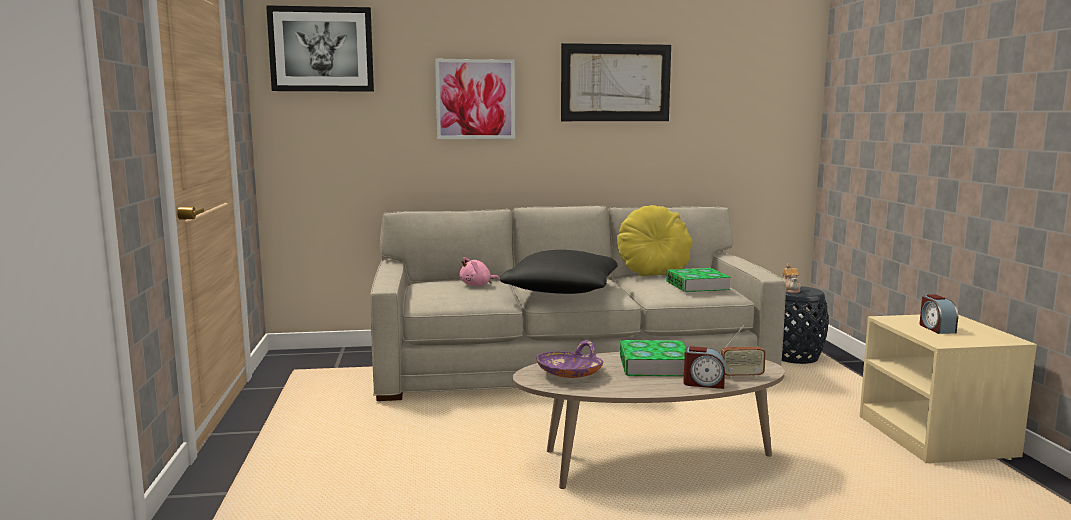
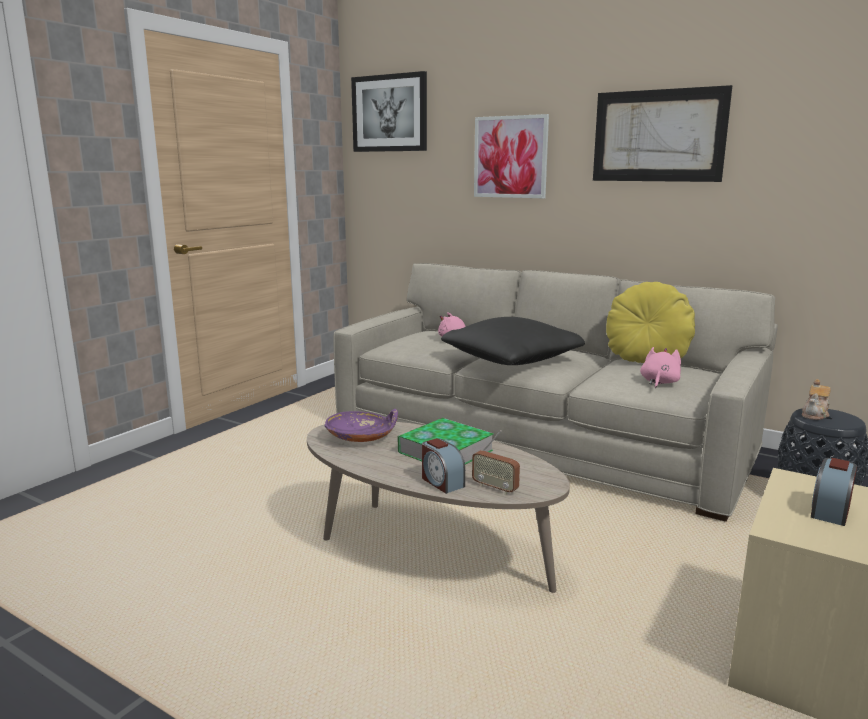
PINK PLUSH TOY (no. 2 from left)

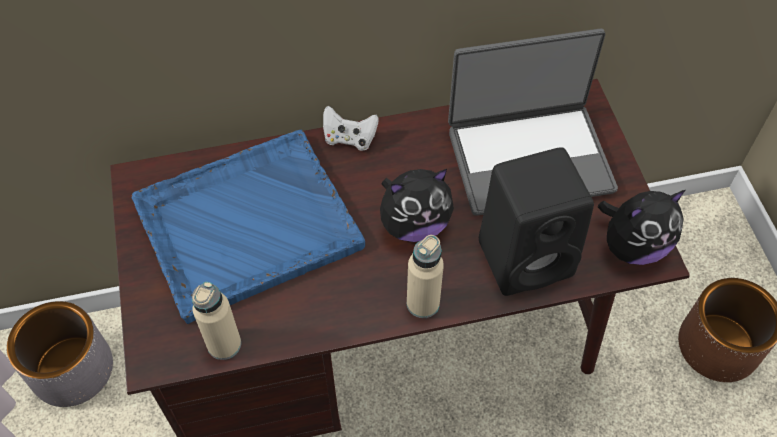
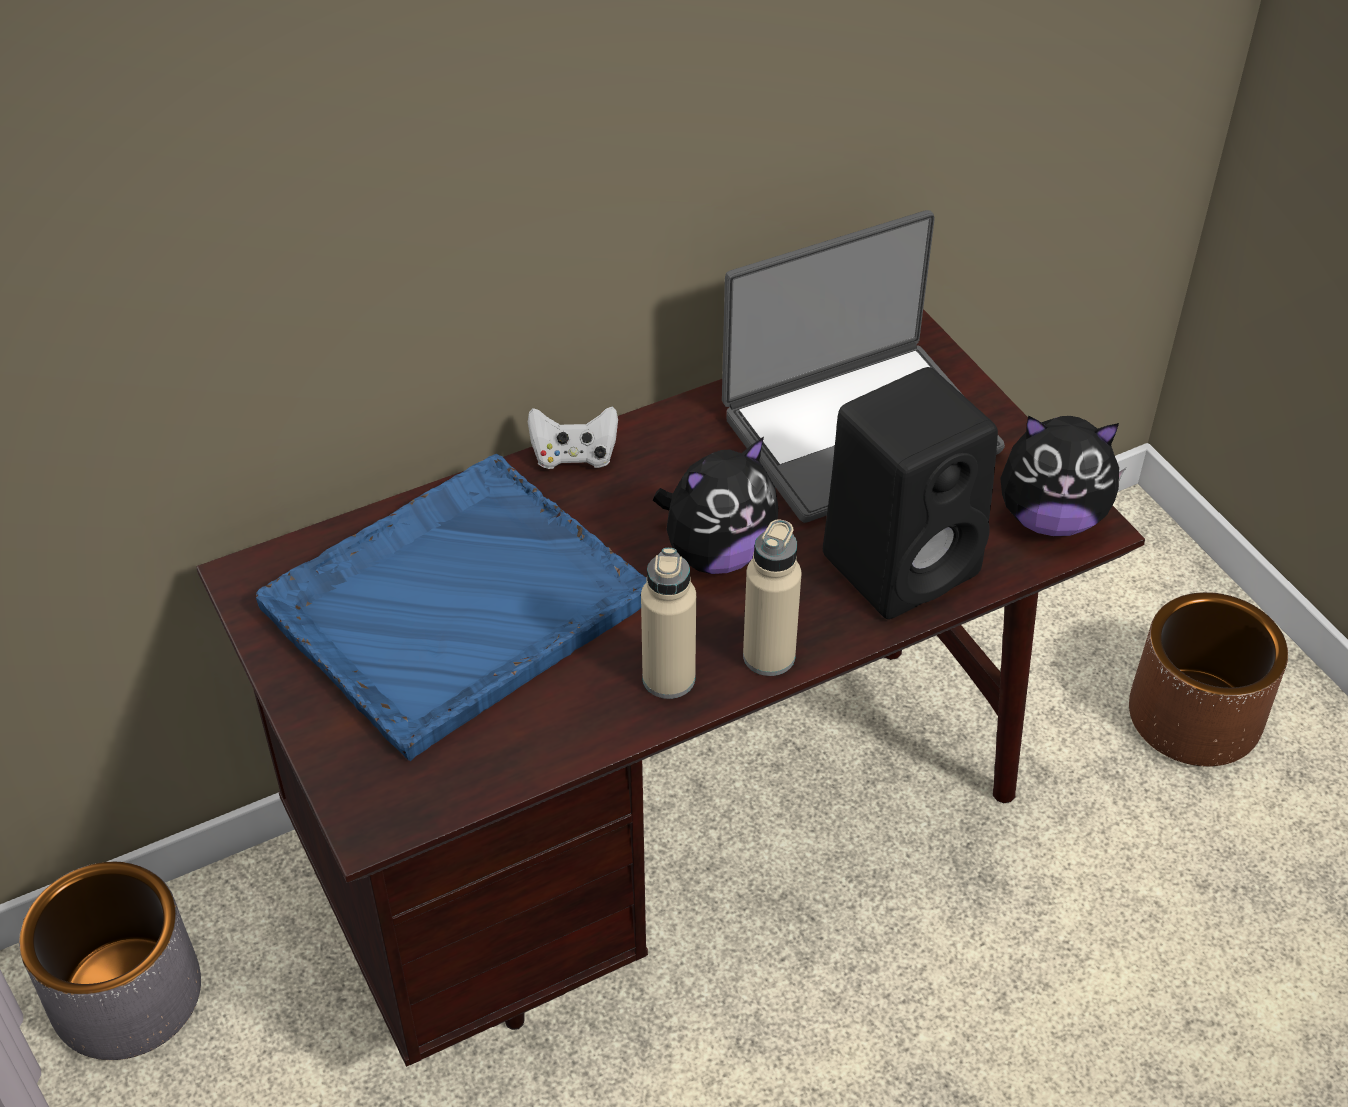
PLUSH TOY (no. 2 from left); BEIGE BEVERAGE BOTTLE (no. 1 from left)

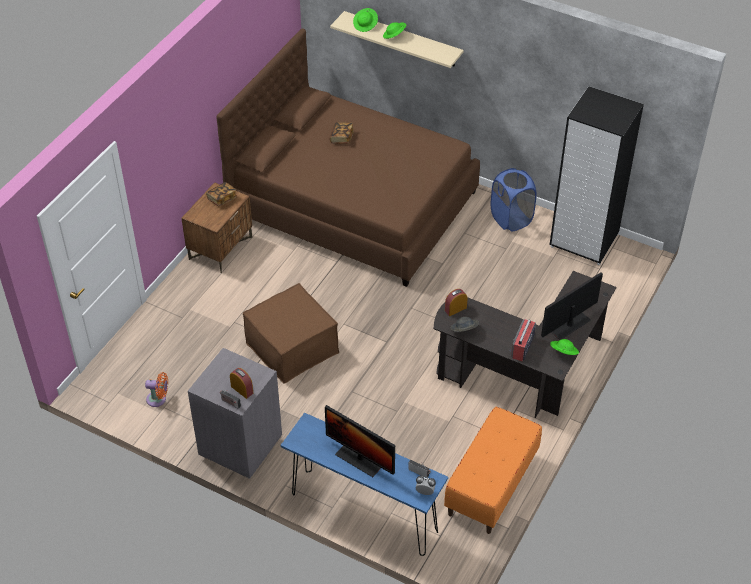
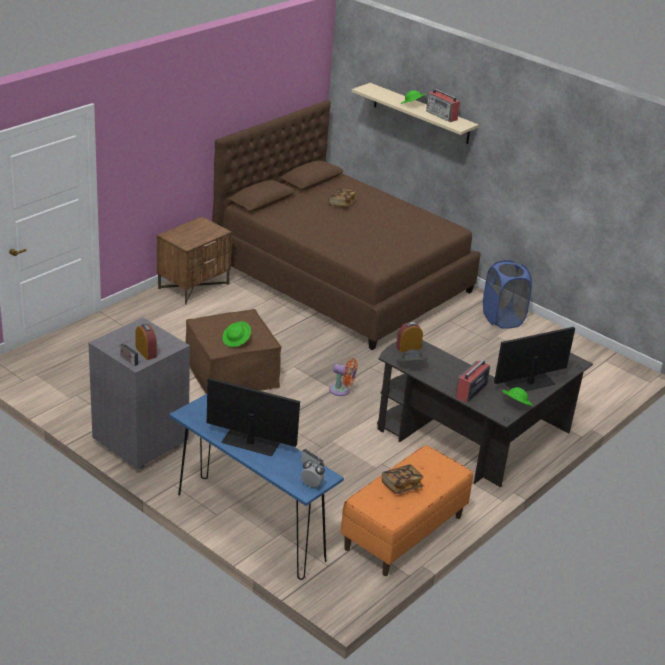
GREENISH HAT (no. 1 from left); ARMOIRE; BOUND BOOK (no. 2 from left); ORANGE-COLOURED COOLING FAN; MONITOR (no. 1 from left); RADIO RECEIVER (no. 3 from left)

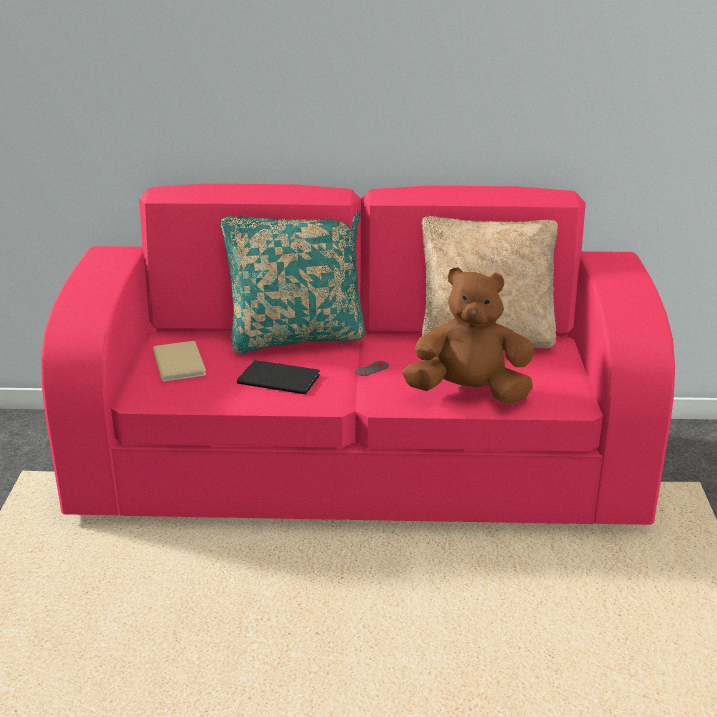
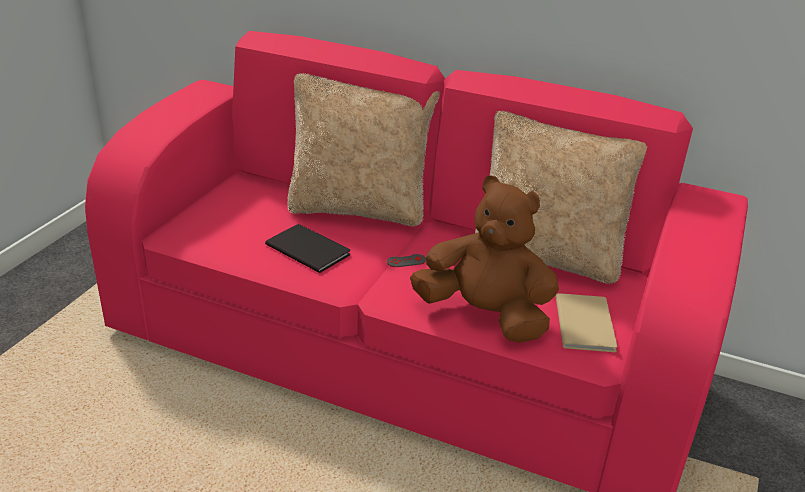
BEIGE PILLOW (no. 1 from left); BEIGE BOUND BOOK

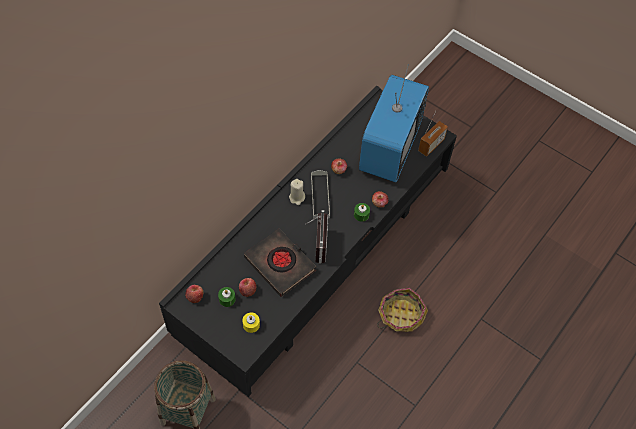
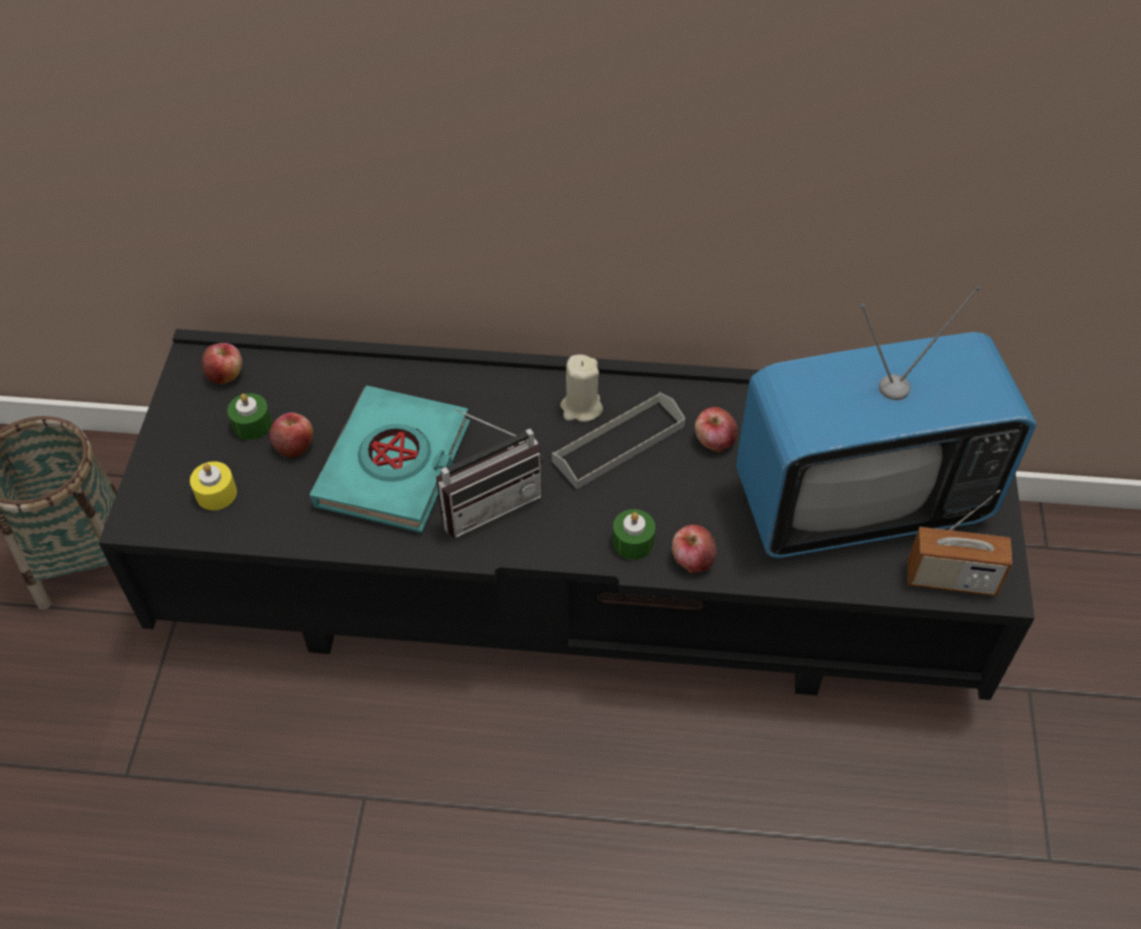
TURQUOISE-COLOURED BOUND BOOK; HOUSEHOLD BASKET (no. 2 from left in the first image)

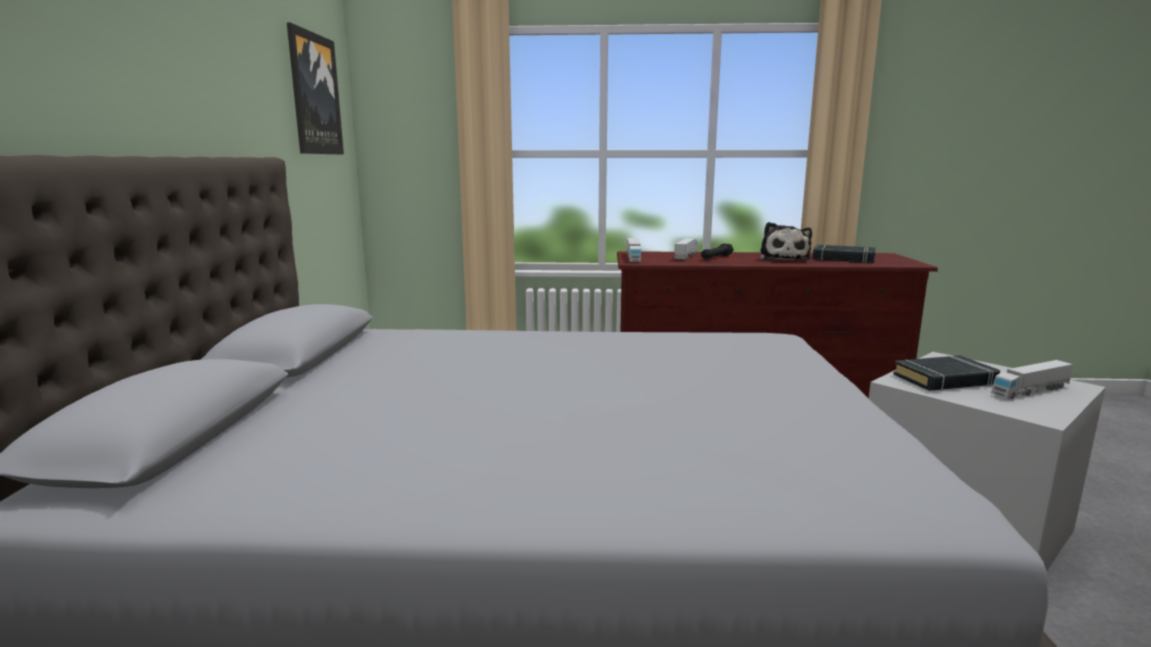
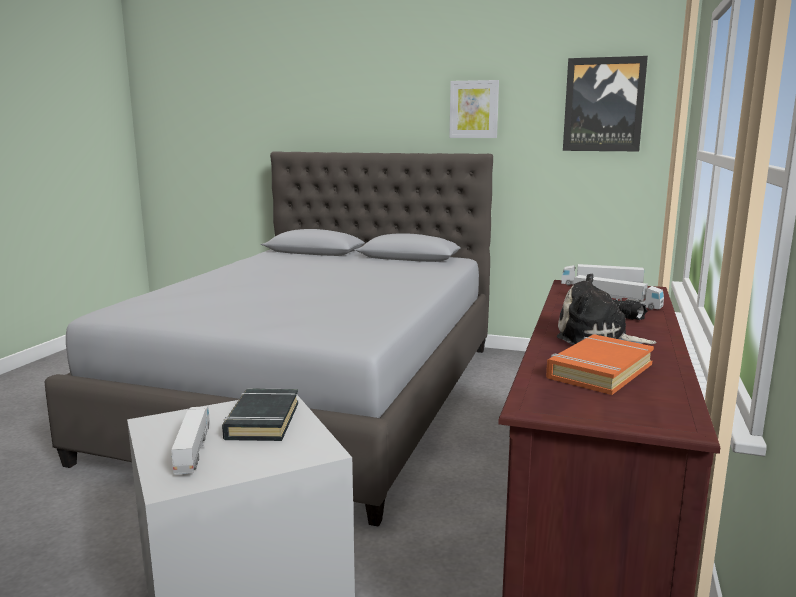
ORANGE-COLOURED BOUND BOOK; PICTURE (no. 1 from left)

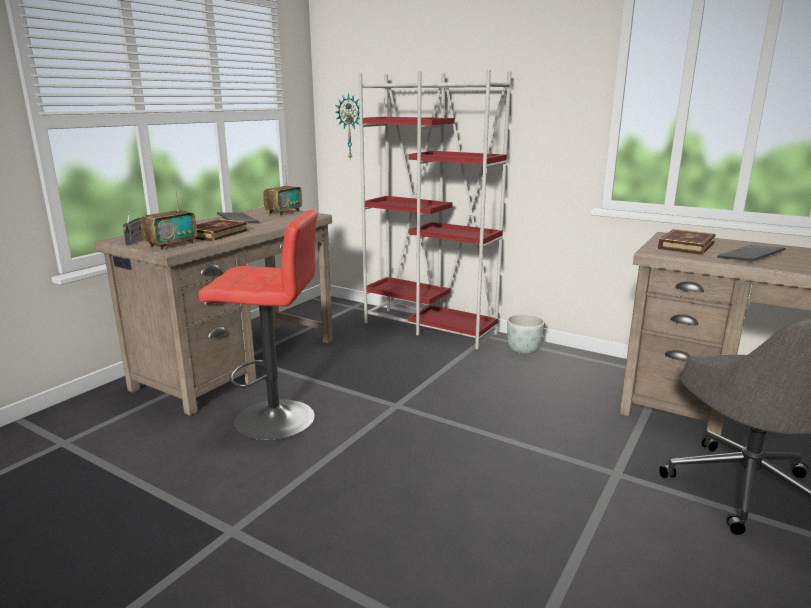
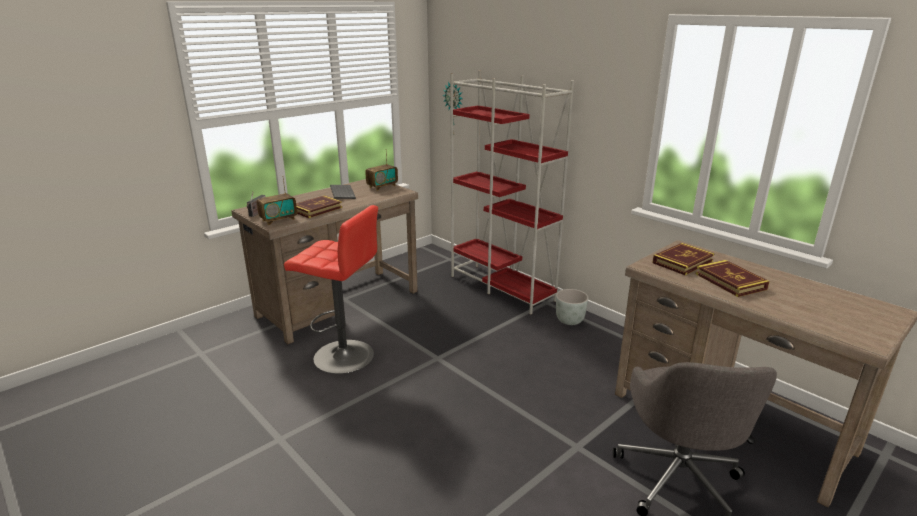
BOUND BOOK (no. 3 from left)

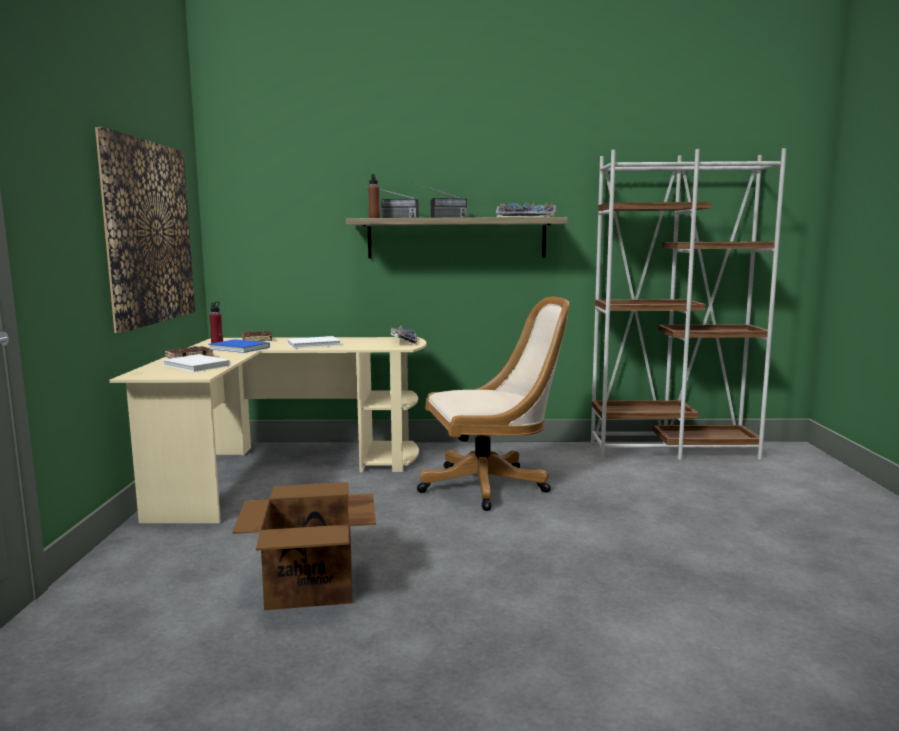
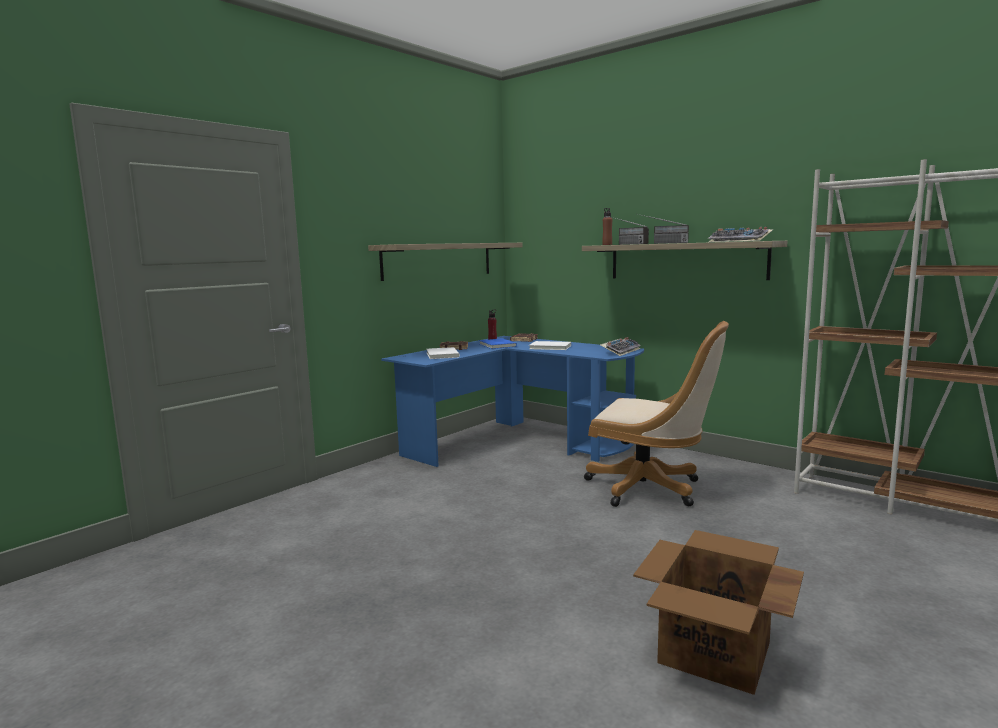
BRACKET SHELF (no. 1 from left); BLUE-COLOURED DESK TABLE; CARTON

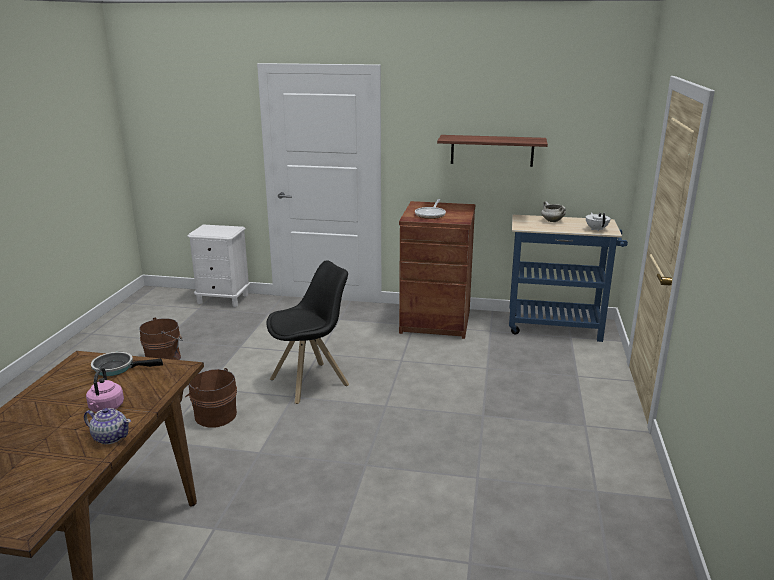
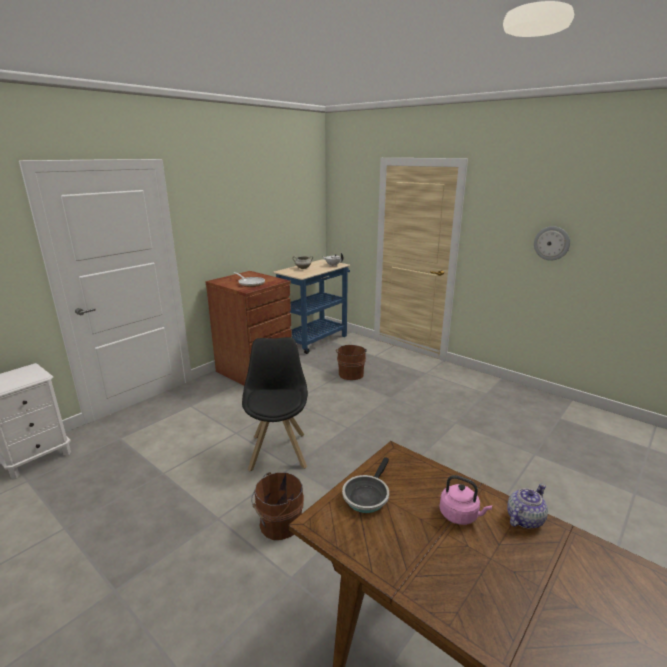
BRACKET SHELF; BROWN PAIL (no. 2 from left); WALL CLOCK

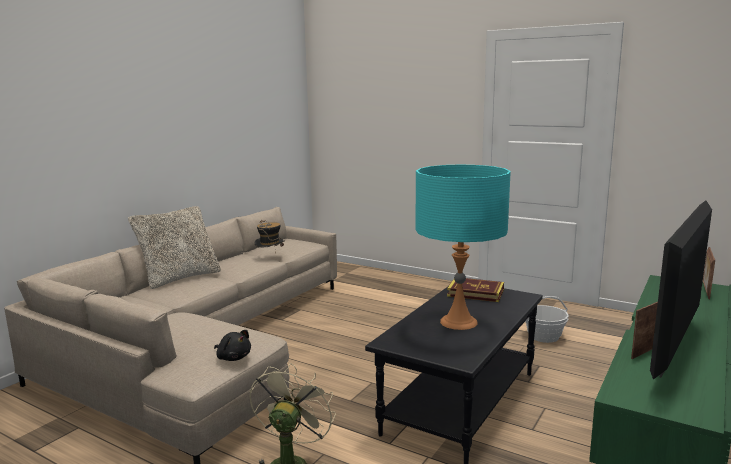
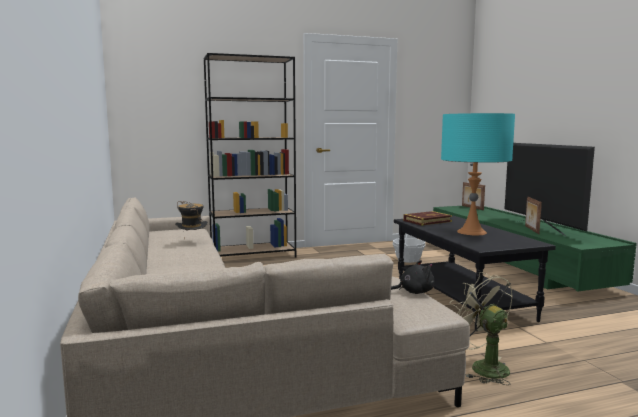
BEIGE PILLOW; BEIGE BOOKCASE

